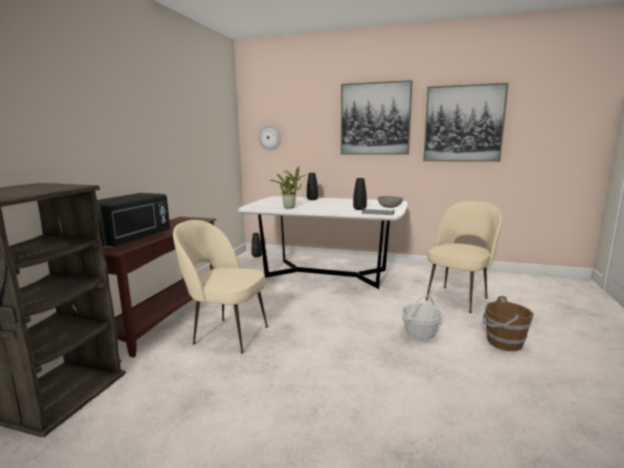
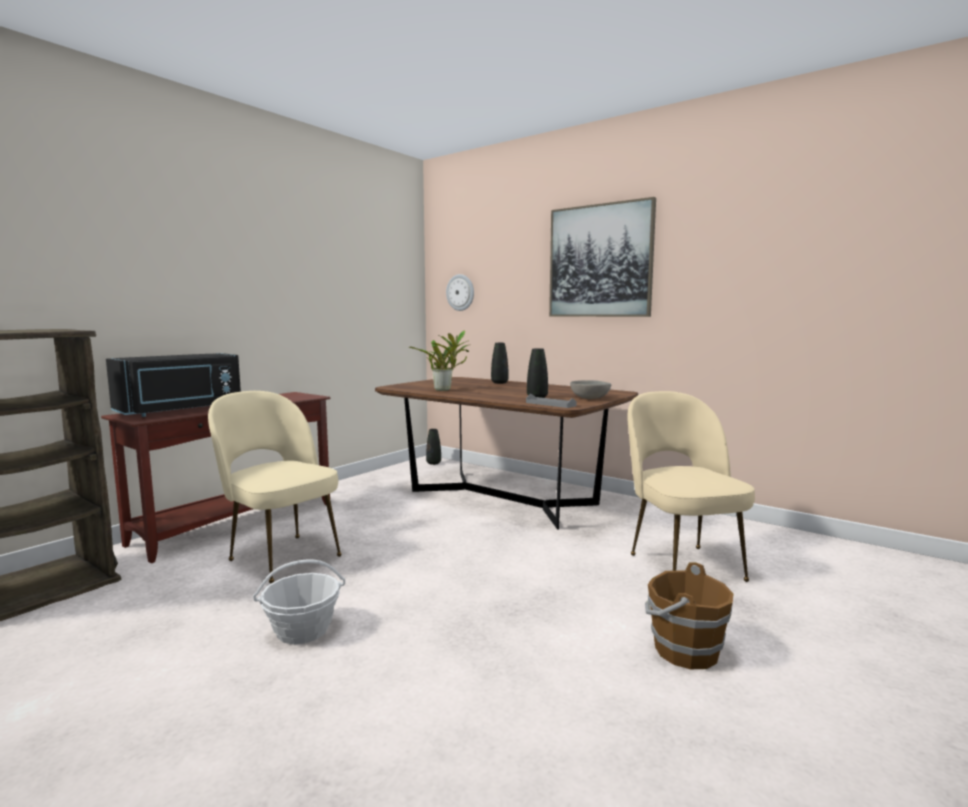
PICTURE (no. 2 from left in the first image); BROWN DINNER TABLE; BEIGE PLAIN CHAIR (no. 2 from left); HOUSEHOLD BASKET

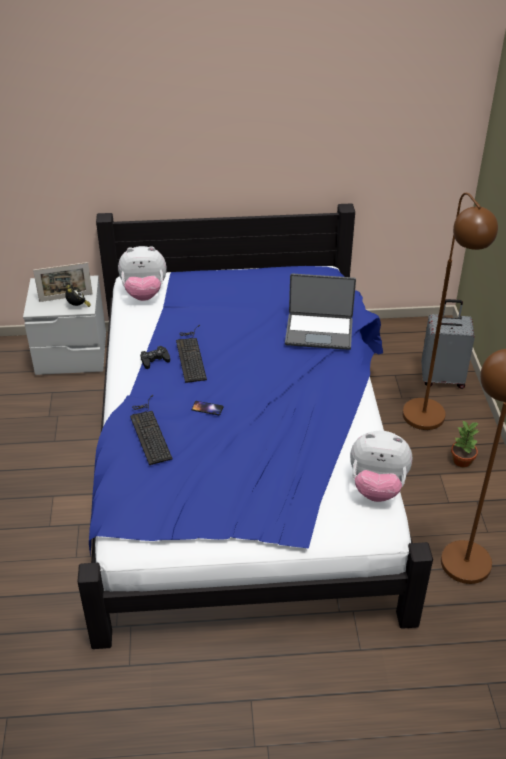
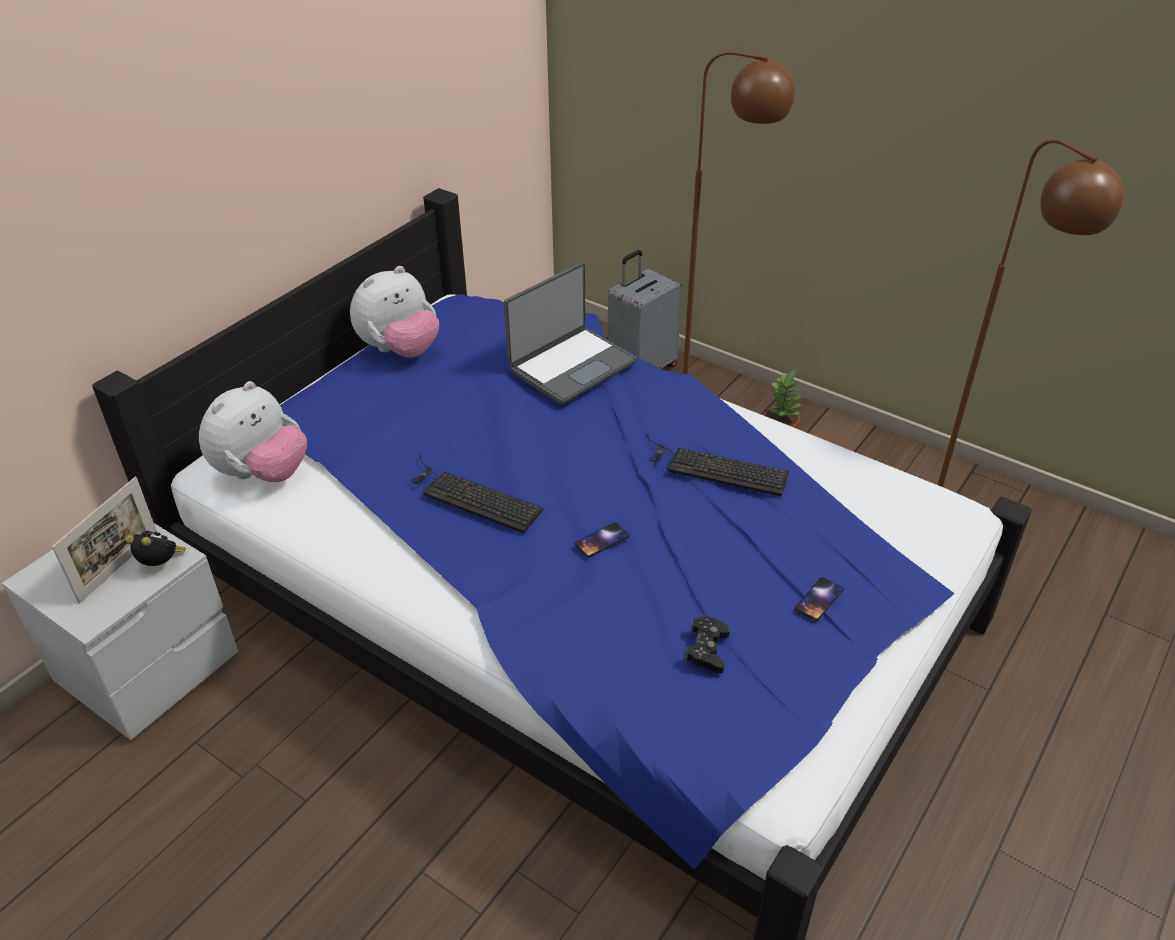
BLACK GAME CONTROLLER; KEYBOARD (no. 2 from left); PLUSH TOY (no. 2 from left); TELEPHONE (no. 2 from left)

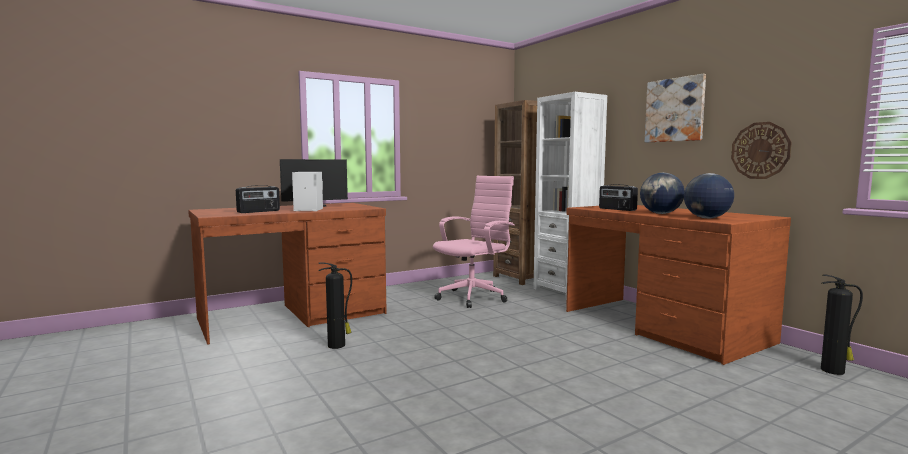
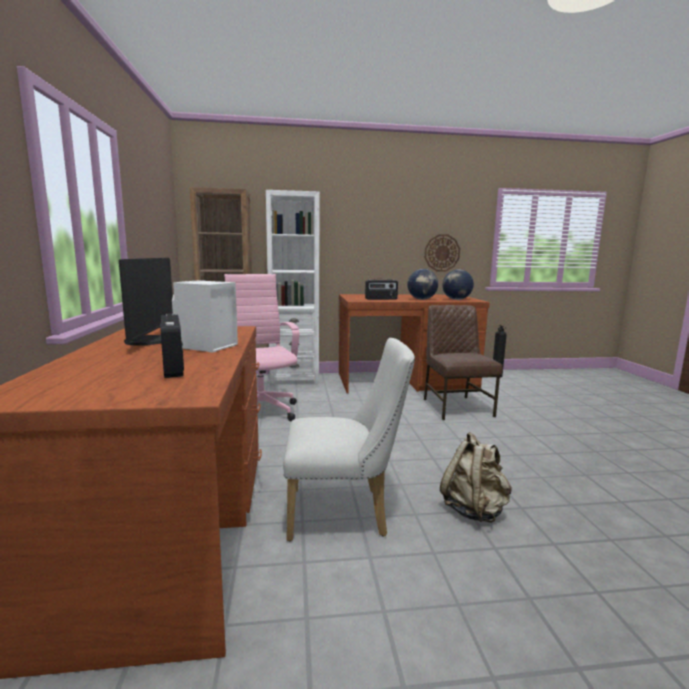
PICTURE; WHITE-COLOURED PLAIN CHAIR; BROWN PLAIN CHAIR; BEIGE KNAPSACK

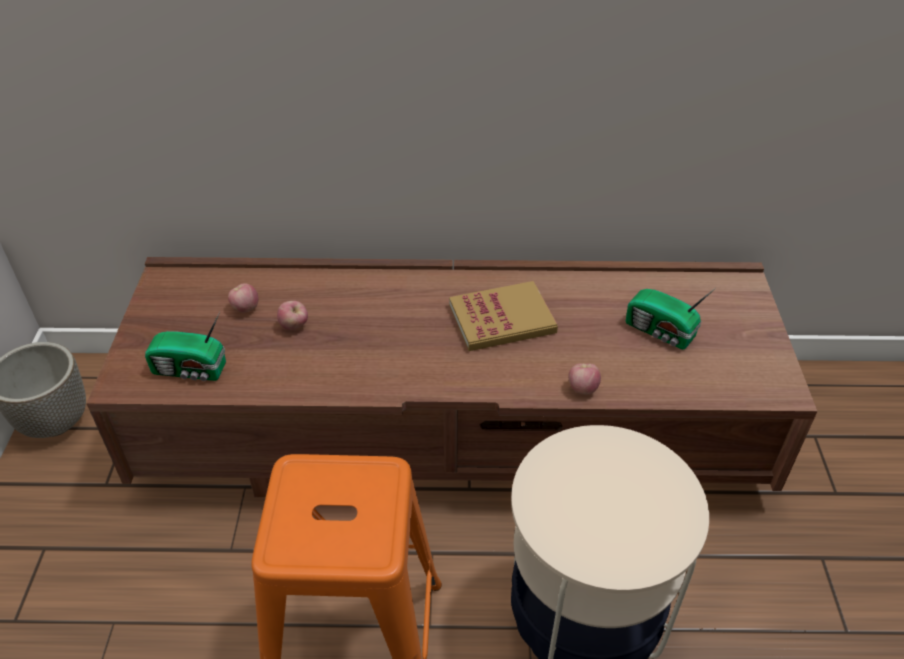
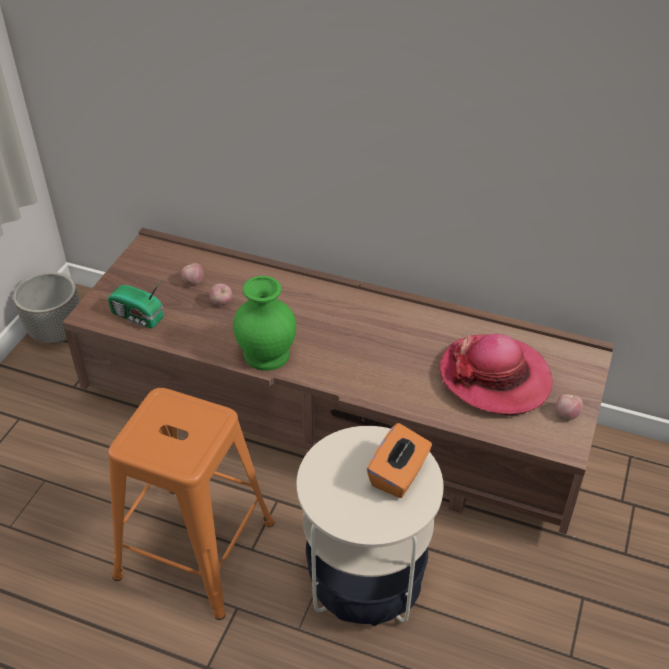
BOUND BOOK; HAT; APPLE FRUIT (no. 3 from left); GREENISH FLOWER VASE; ORANGE-COLOURED TISSUE HOLDER

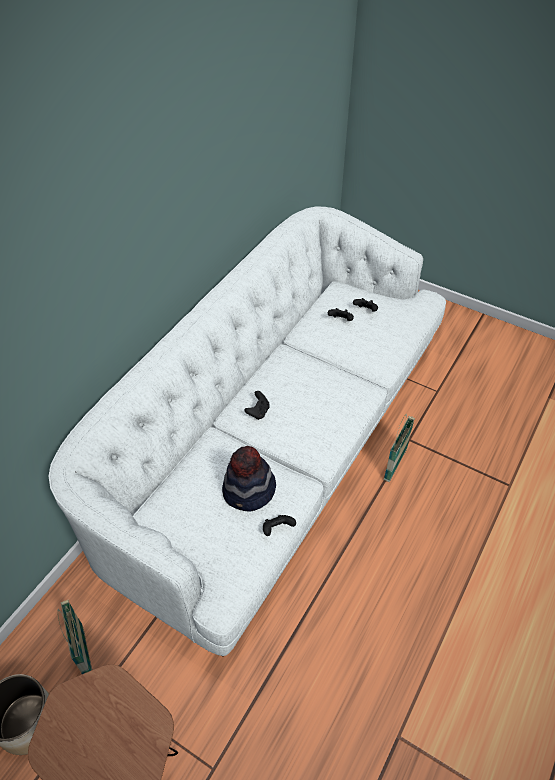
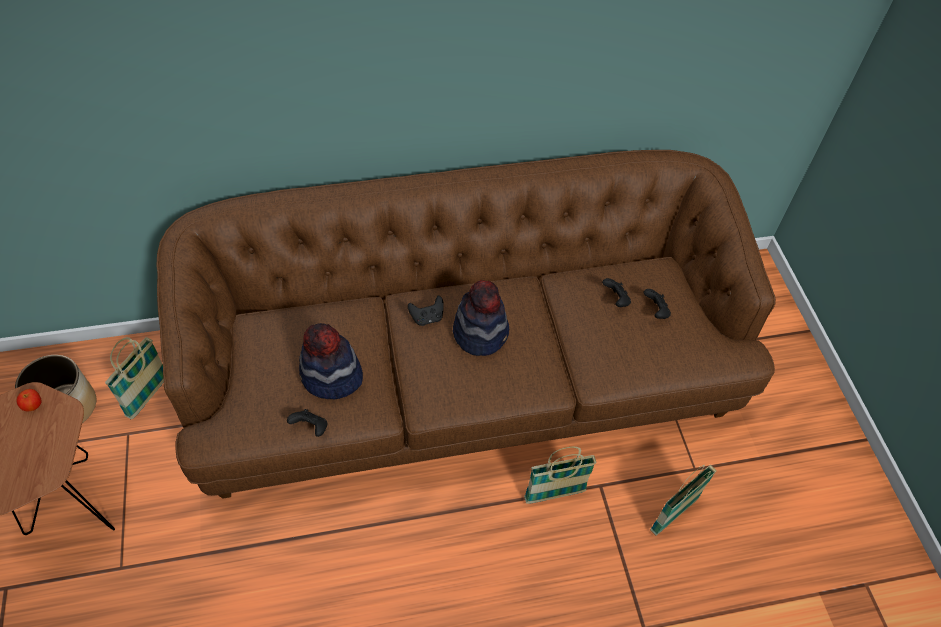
BROWN SETTEE; HAT (no. 2 from left); APPLE FRUIT; HOUSEHOLD BASKET (no. 3 from left)

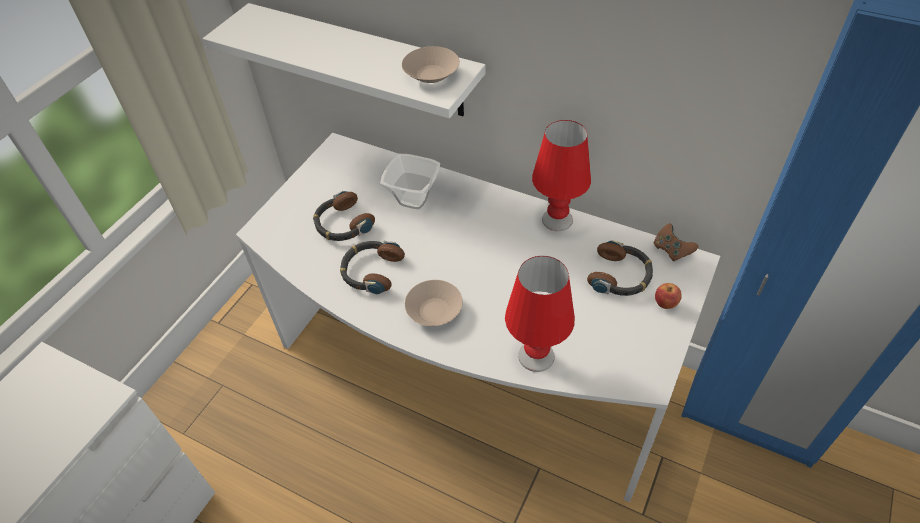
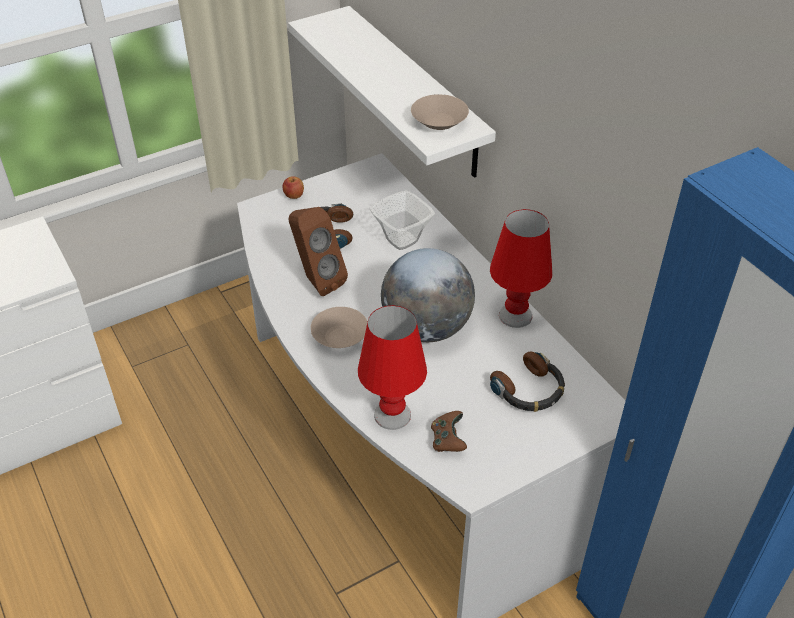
BROWN GAME CONTROLLER; BROWN LOUDSPEAKER; APPLE FRUIT; DESK GLOBE

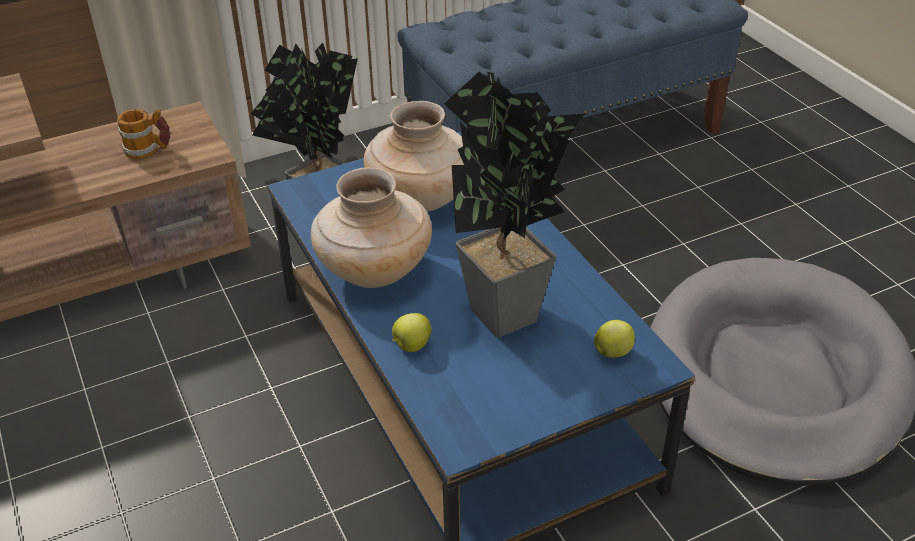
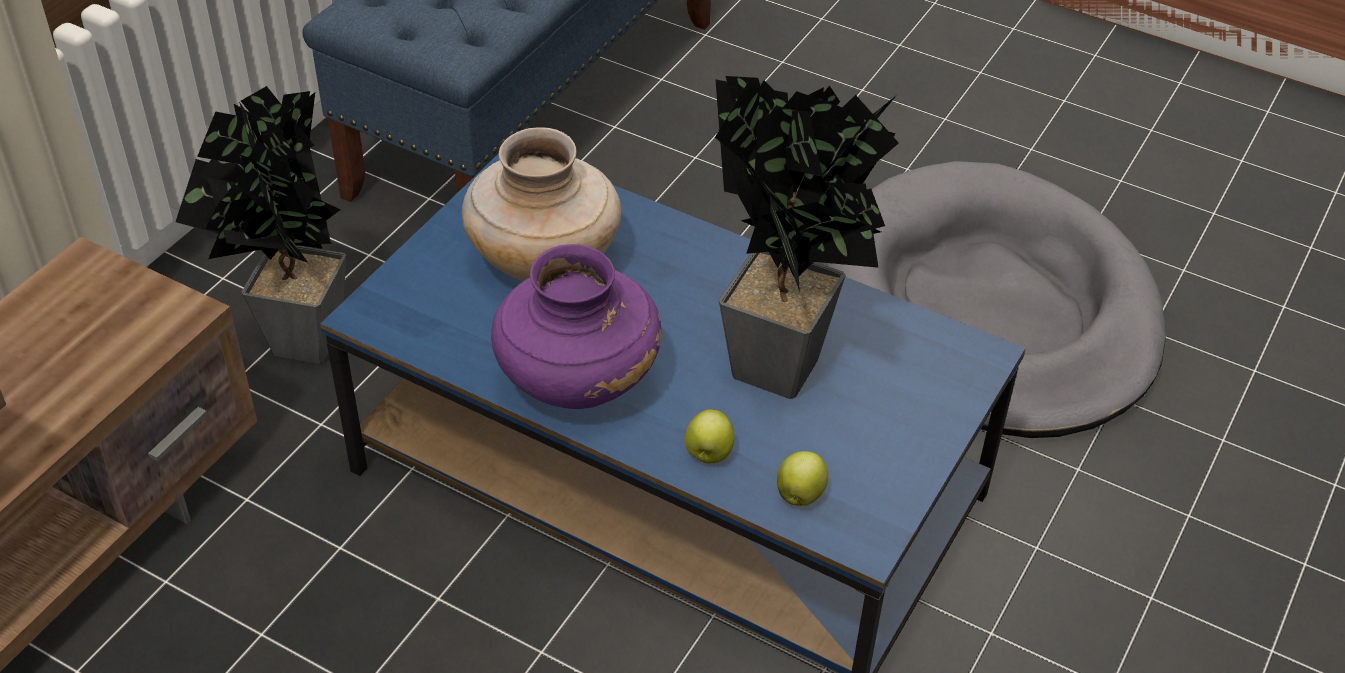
COFFEE MUG; PURPLE FLOWER VASE; APPLE FRUIT (no. 2 from left)

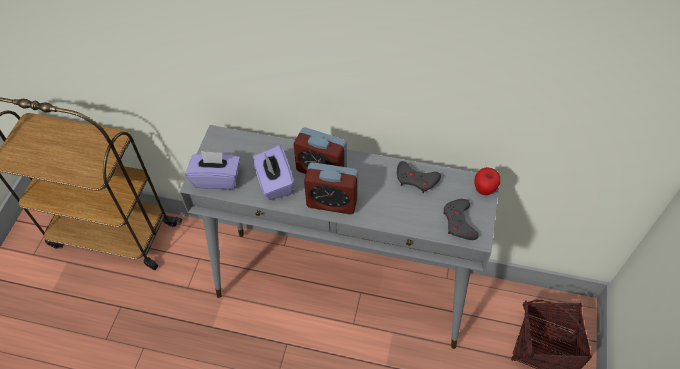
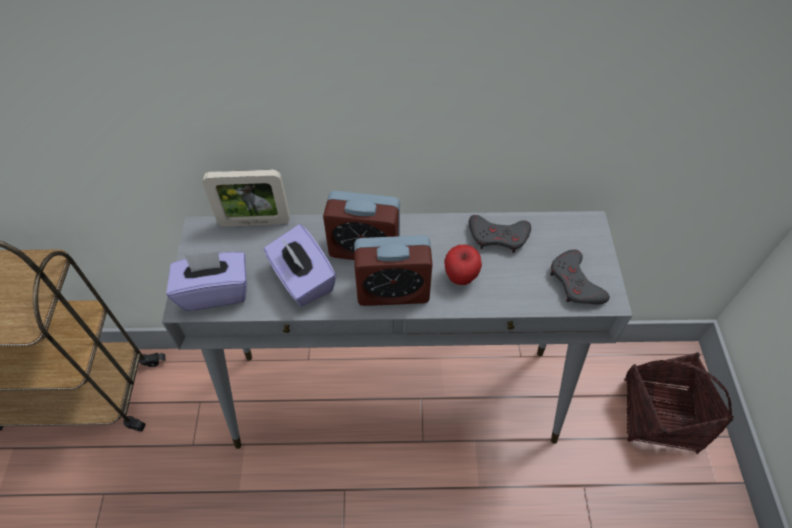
APPLE FRUIT; STANDING FRAME

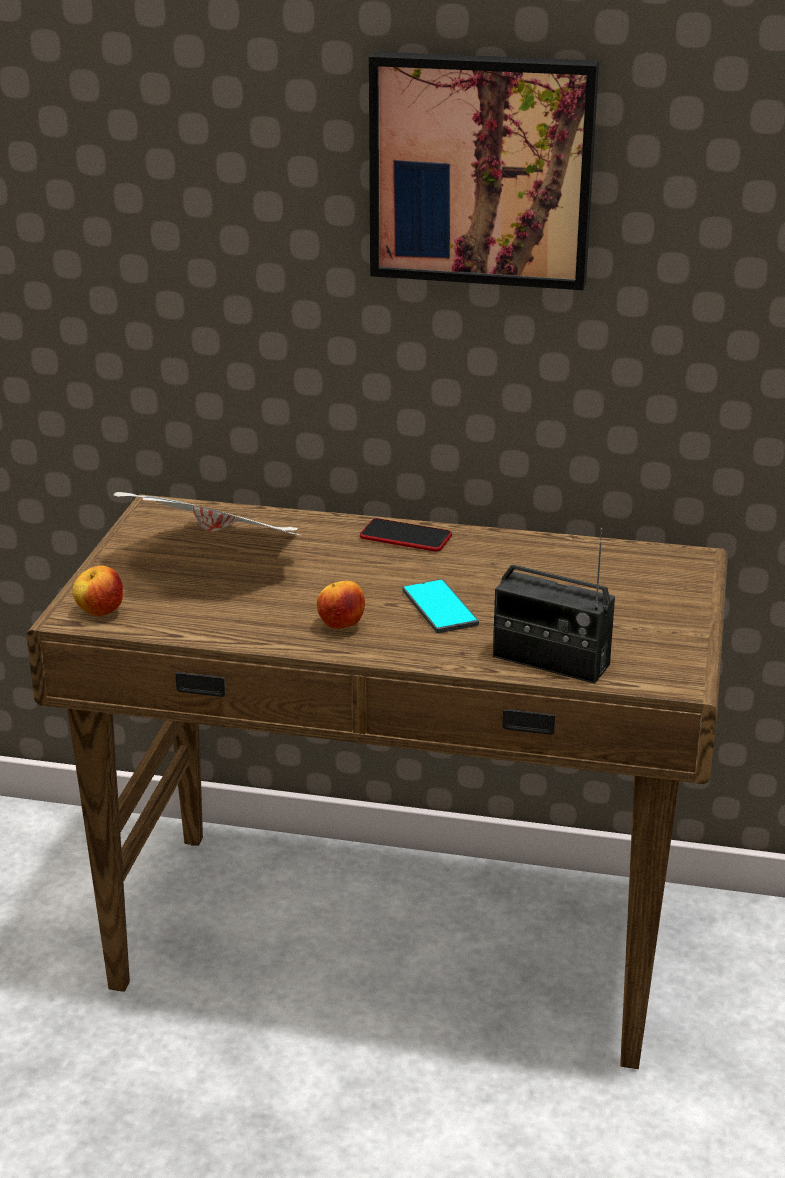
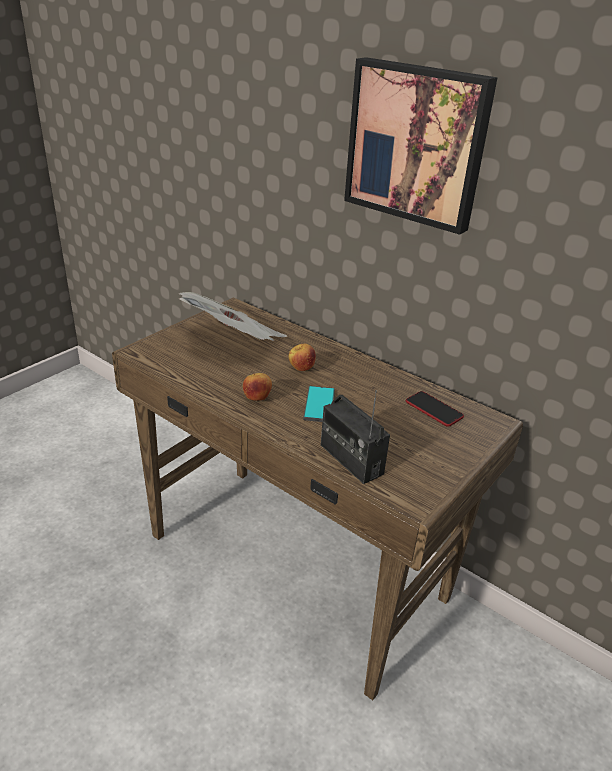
TELEPHONE (no. 2 from left); APPLE FRUIT (no. 2 from left)

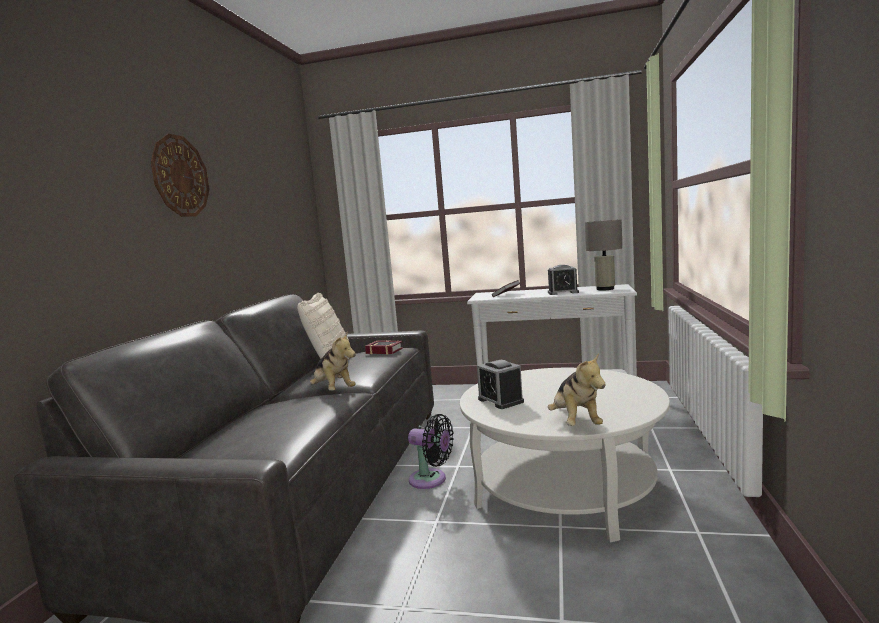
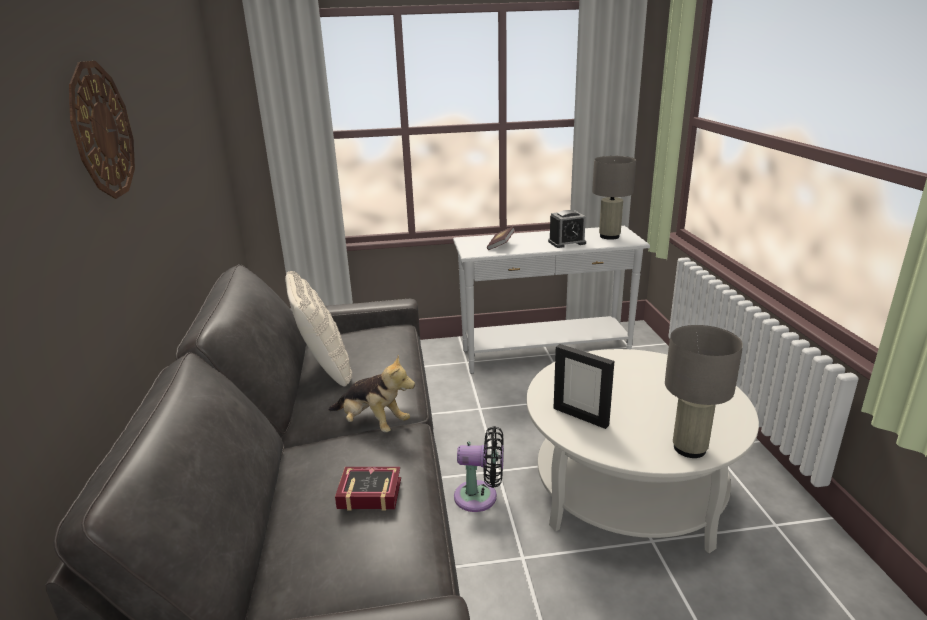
BOUND BOOK (no. 1 from left); GREYISH LAMP FOR A TABLE (no. 2 from left); STANDING FRAME

